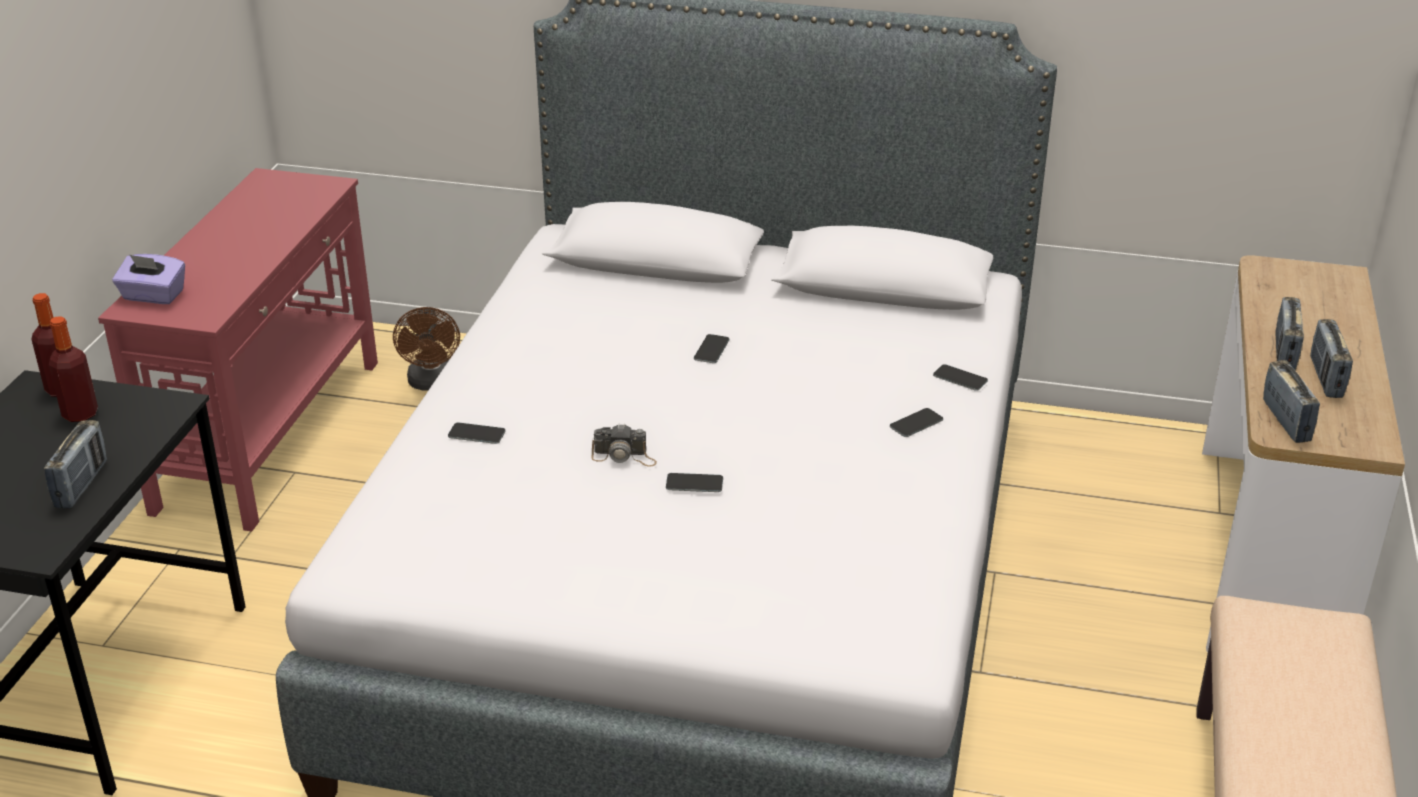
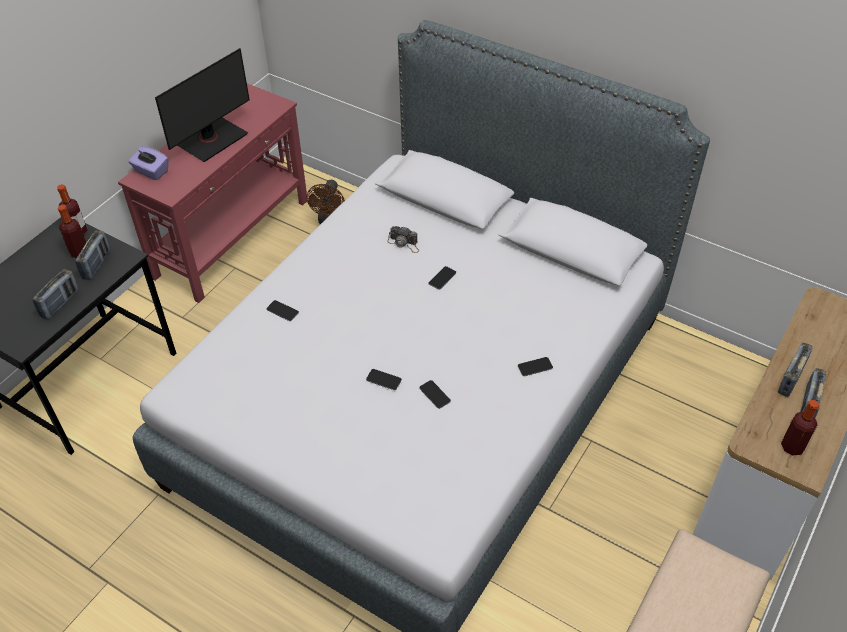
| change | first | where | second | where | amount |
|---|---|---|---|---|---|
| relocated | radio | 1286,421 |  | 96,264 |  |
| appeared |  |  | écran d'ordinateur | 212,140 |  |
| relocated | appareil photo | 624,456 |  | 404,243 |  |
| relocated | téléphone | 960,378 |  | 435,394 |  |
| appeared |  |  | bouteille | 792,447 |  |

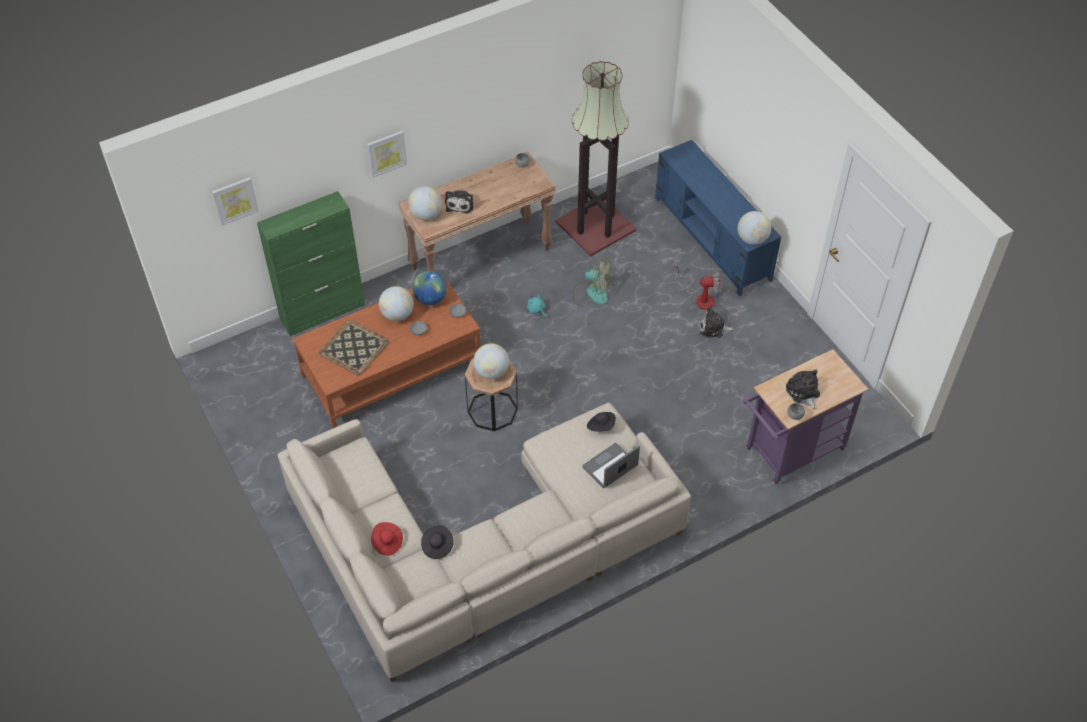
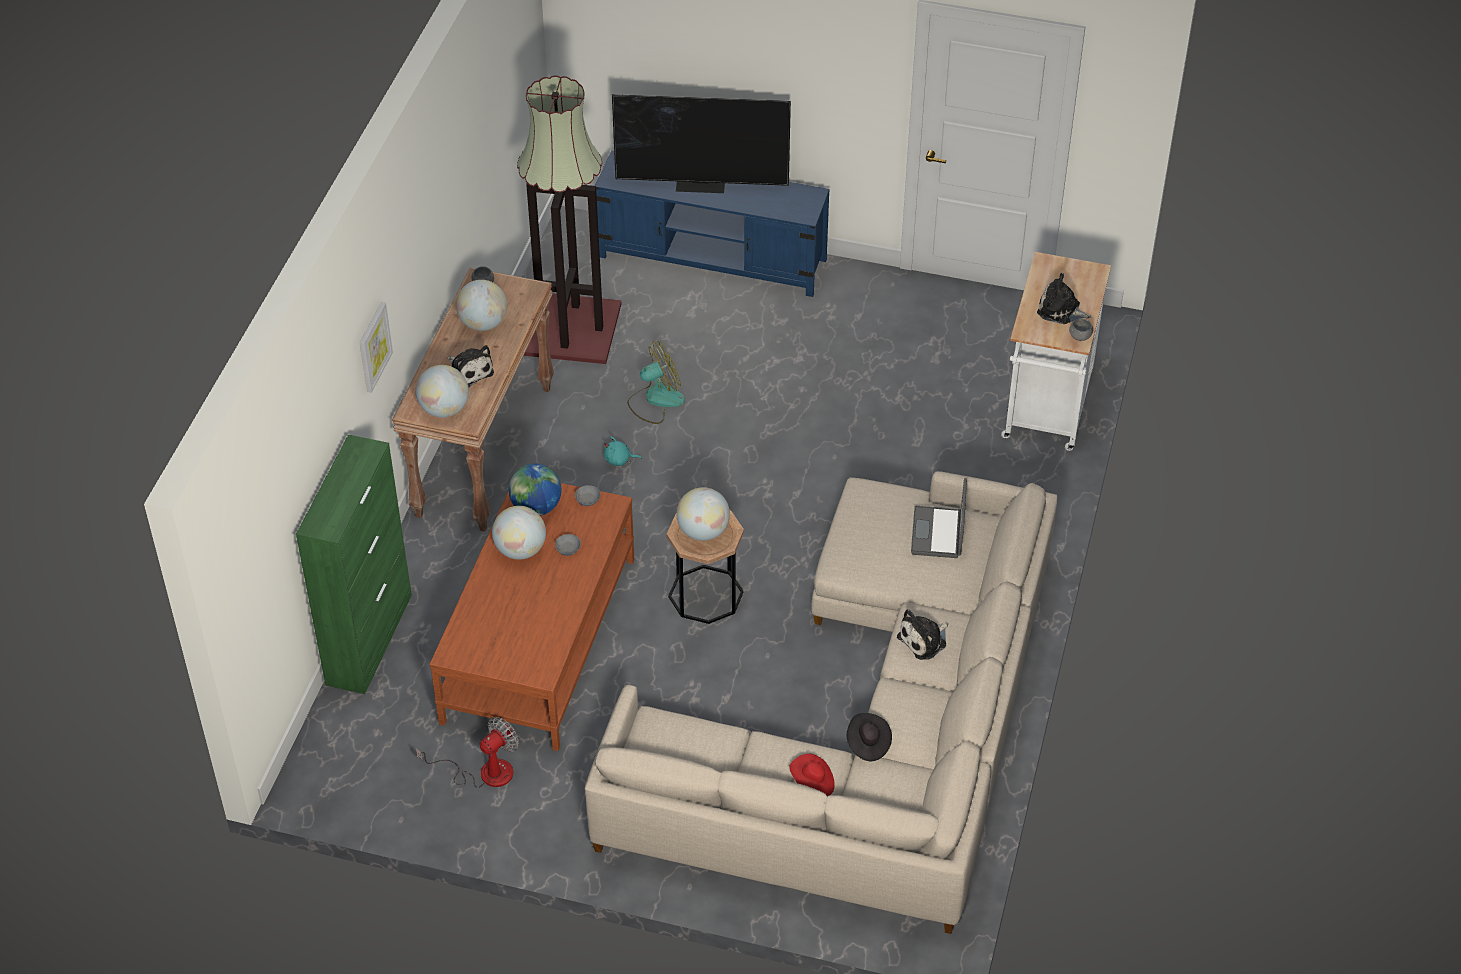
| change | first | where | second | where | amount |
|---|---|---|---|---|---|
| relocated | ventilateur | 700,297 |  | 484,772 |  |
| relocated | globe | 752,239 |  | 483,323 |  |
| appeared |  |  | téléviseur | 701,183 |  |
| relocated | peluche | 714,328 |  | 924,640 |  |
| colour | chariot/violet | 789,452 | chariot/blanc | 1046,411 |  |
| missing | tableau | 235,200 |  |  |  |
| missing | plateau | 354,348 |  |  |  |
| missing | chapeau/noir | 601,426 |  |  |  |

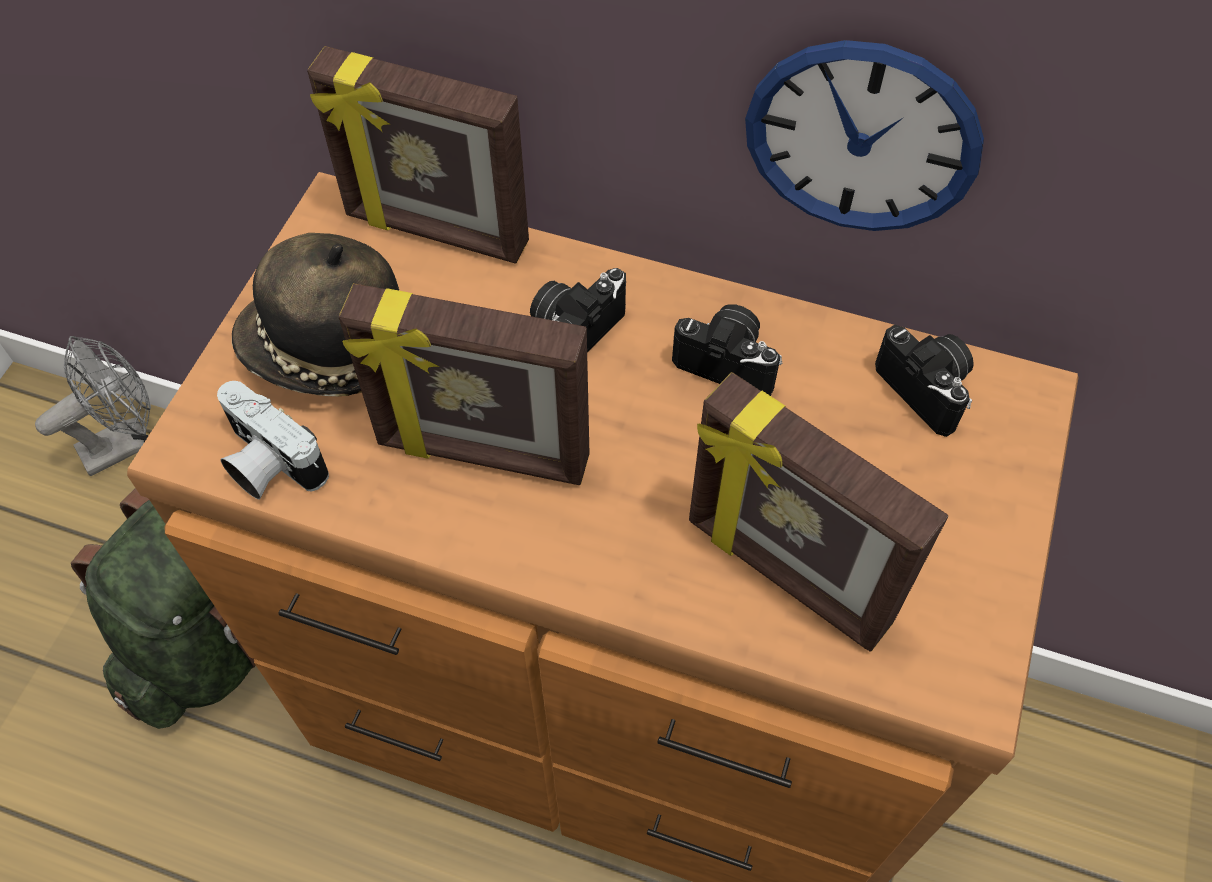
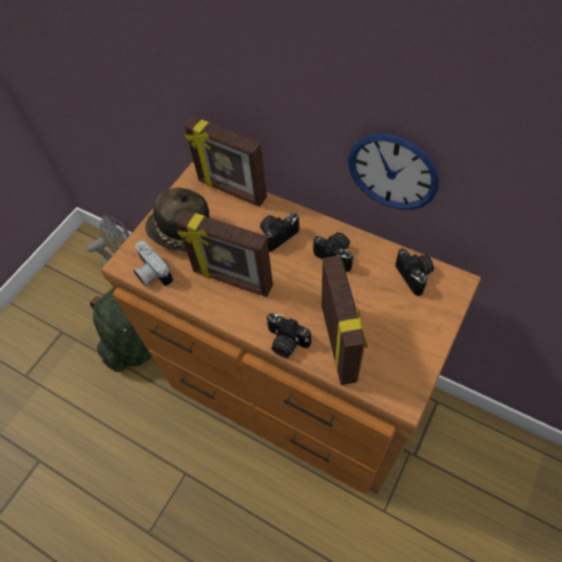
| change | first | where | second | where | amount |
|---|---|---|---|---|---|
| appeared |  |  | appareil photo | 285,342 |  |
| spun | cadre photo | 785,575 |  | 340,342 | 150 degrees counterclockwise |

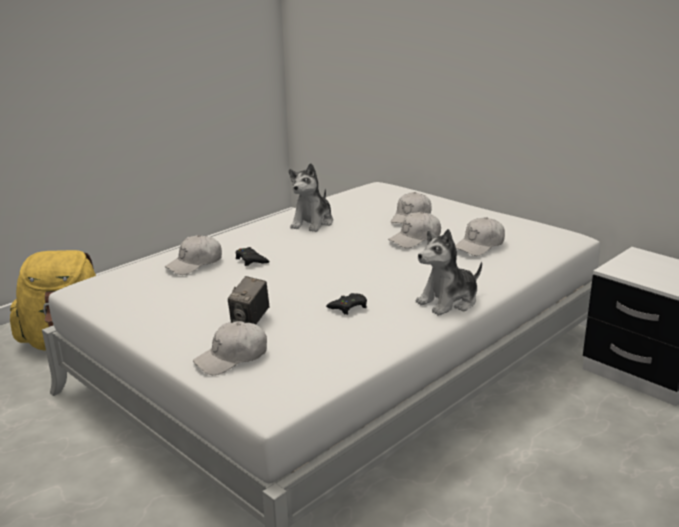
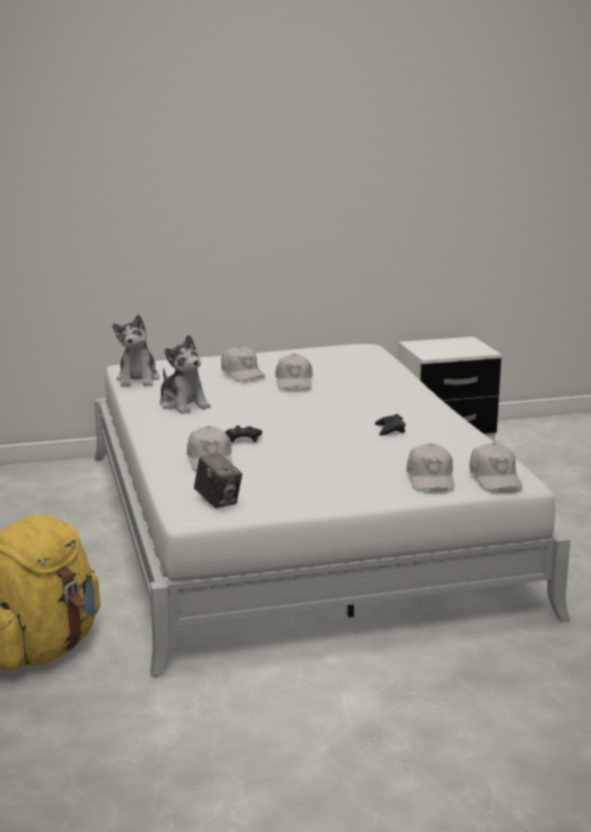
| change | first | where | second | where | amount |
|---|---|---|---|---|---|
| relocated | peluche | 449,302 |  | 138,379 |  |
| relocated | appareil photo | 250,321 |  | 218,501 |  |
| relocated | casquette/blanc | 480,246 |  | 495,478 |  |

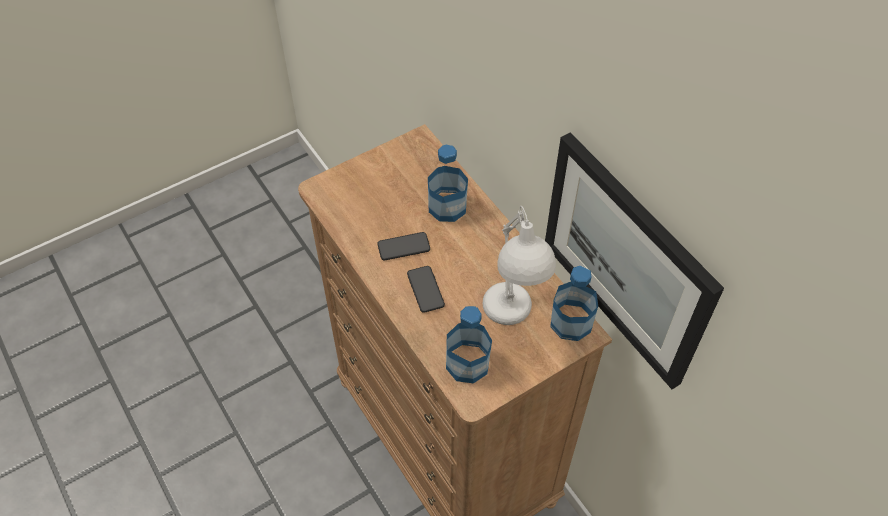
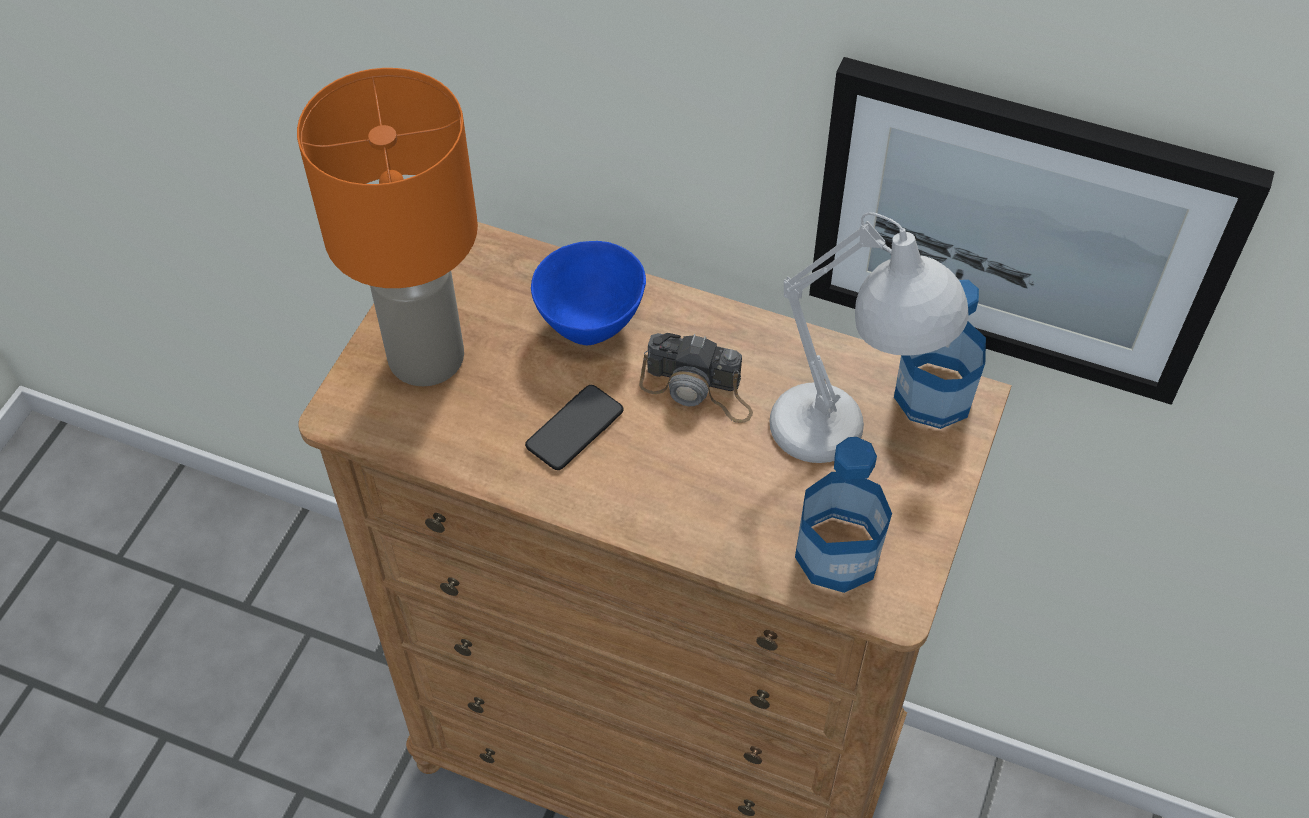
| change | first | where | second | where | amount |
|---|---|---|---|---|---|
| appeared |  |  | lampe de table/orange | 428,358 |  |
| exchanged | bouteille | 447,206 | bol/bleu | 590,323 |  |
| appeared |  |  | appareil photo | 698,389 |  |
| missing | téléphone | 425,289 |  |  |  |

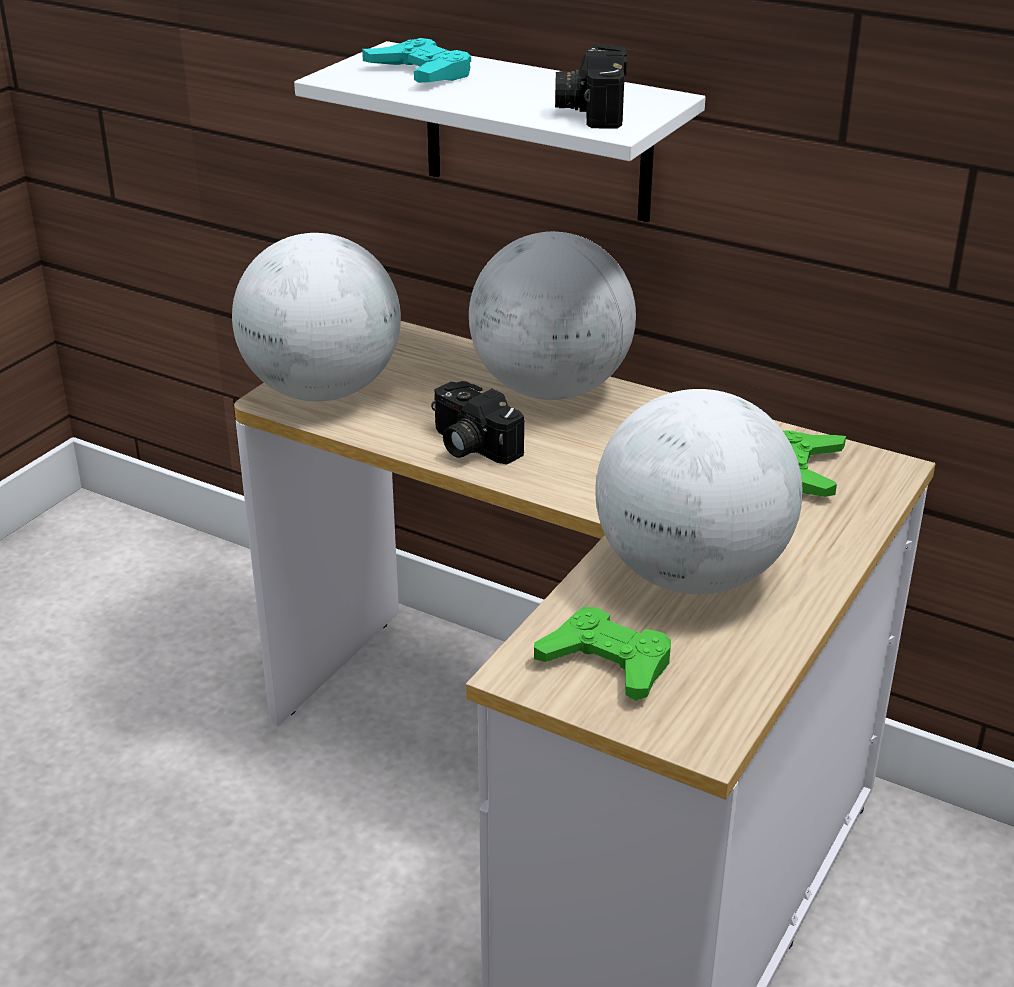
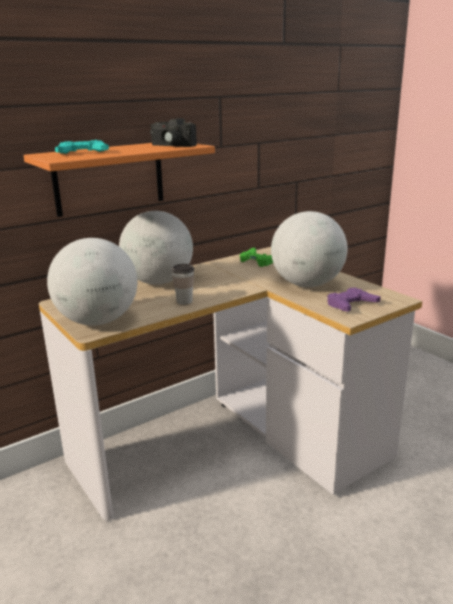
| change | first | where | second | where | amount |
|---|---|---|---|---|---|
| colour | étagère/blanc | 537,133 | étagère/orange | 109,178 |  |
| exchanged | appareil photo | 469,446 | tasse | 184,301 |  |
| colour | manette/vert | 607,663 | manette/violet | 351,304 |  |

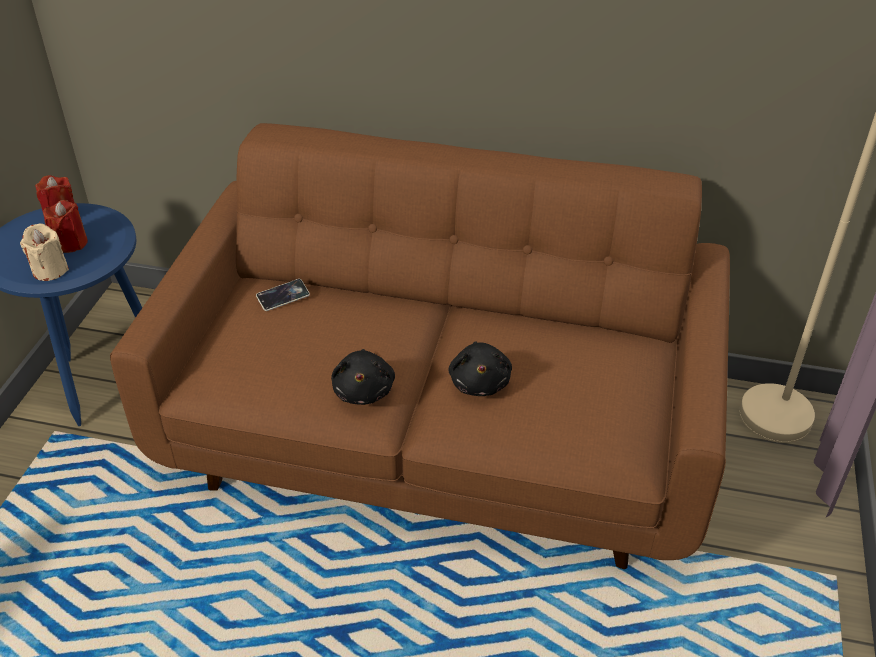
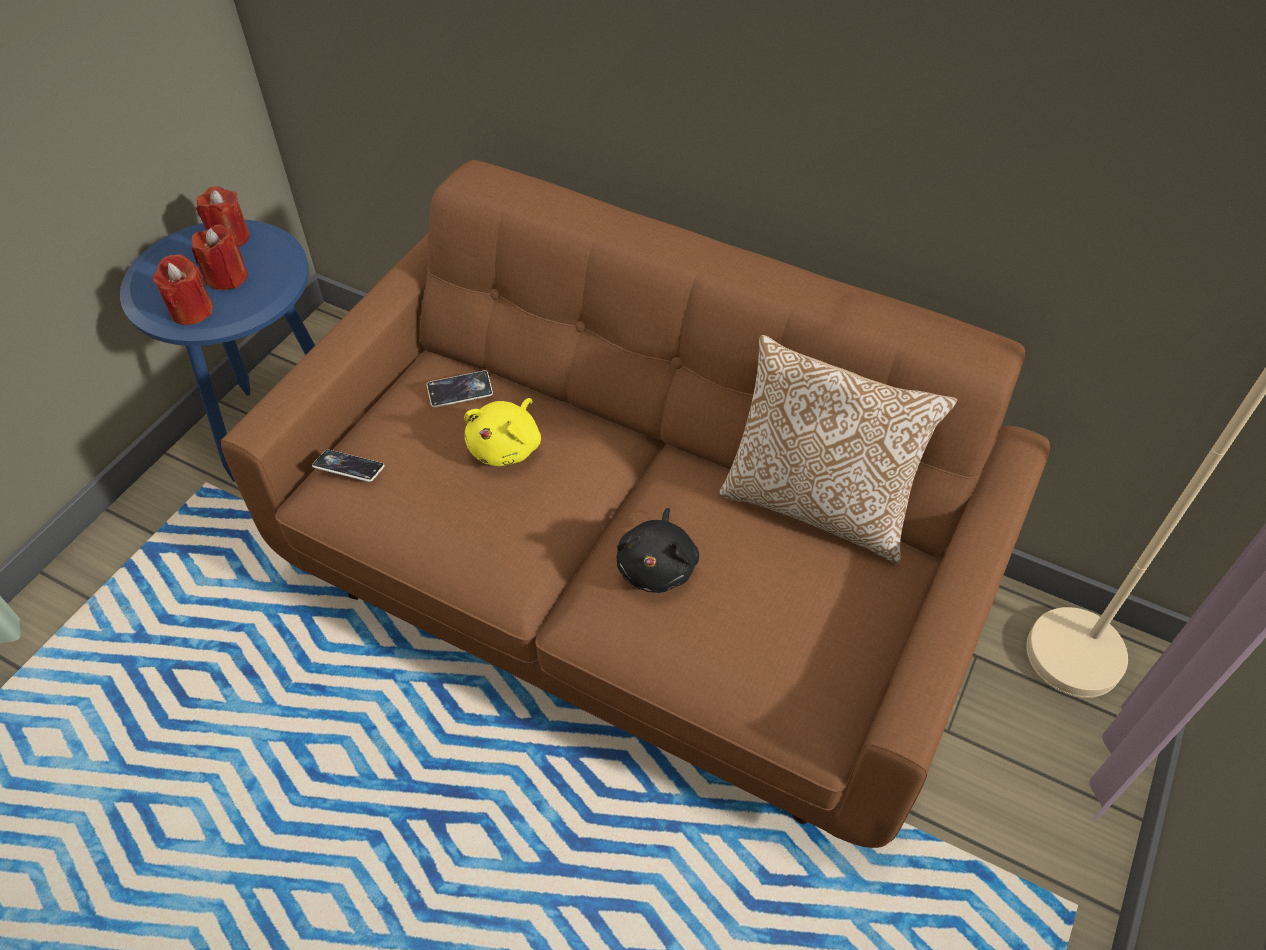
| change | first | where | second | where | amount |
|---|---|---|---|---|---|
| colour | bougie/beige | 50,270 | bougie/rouge | 192,311 |  |
| appeared |  |  | téléphone | 349,468 |  |
| appeared |  |  | peluche/jaune | 507,446 |  |
| appeared |  |  | coussin | 817,505 |  |
| missing | peluche/noir | 364,390 |  |  |  |

